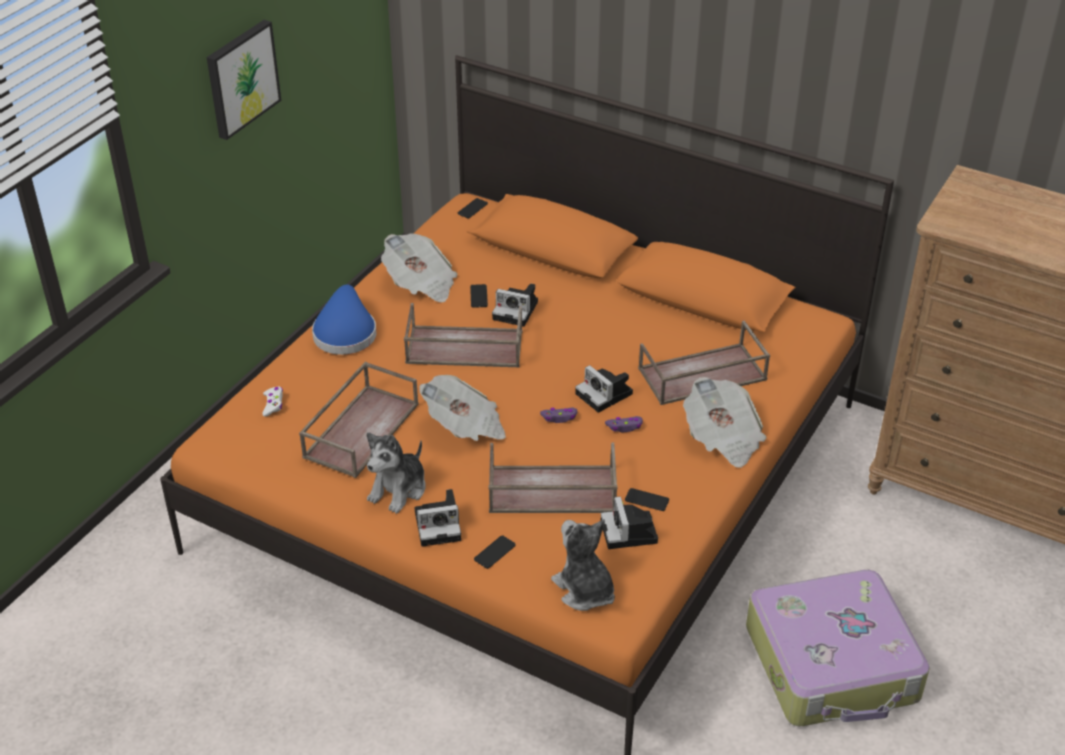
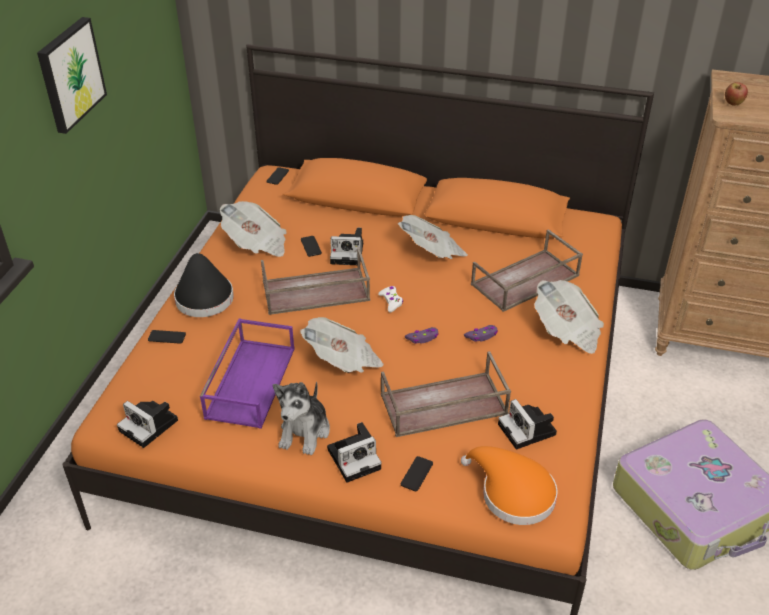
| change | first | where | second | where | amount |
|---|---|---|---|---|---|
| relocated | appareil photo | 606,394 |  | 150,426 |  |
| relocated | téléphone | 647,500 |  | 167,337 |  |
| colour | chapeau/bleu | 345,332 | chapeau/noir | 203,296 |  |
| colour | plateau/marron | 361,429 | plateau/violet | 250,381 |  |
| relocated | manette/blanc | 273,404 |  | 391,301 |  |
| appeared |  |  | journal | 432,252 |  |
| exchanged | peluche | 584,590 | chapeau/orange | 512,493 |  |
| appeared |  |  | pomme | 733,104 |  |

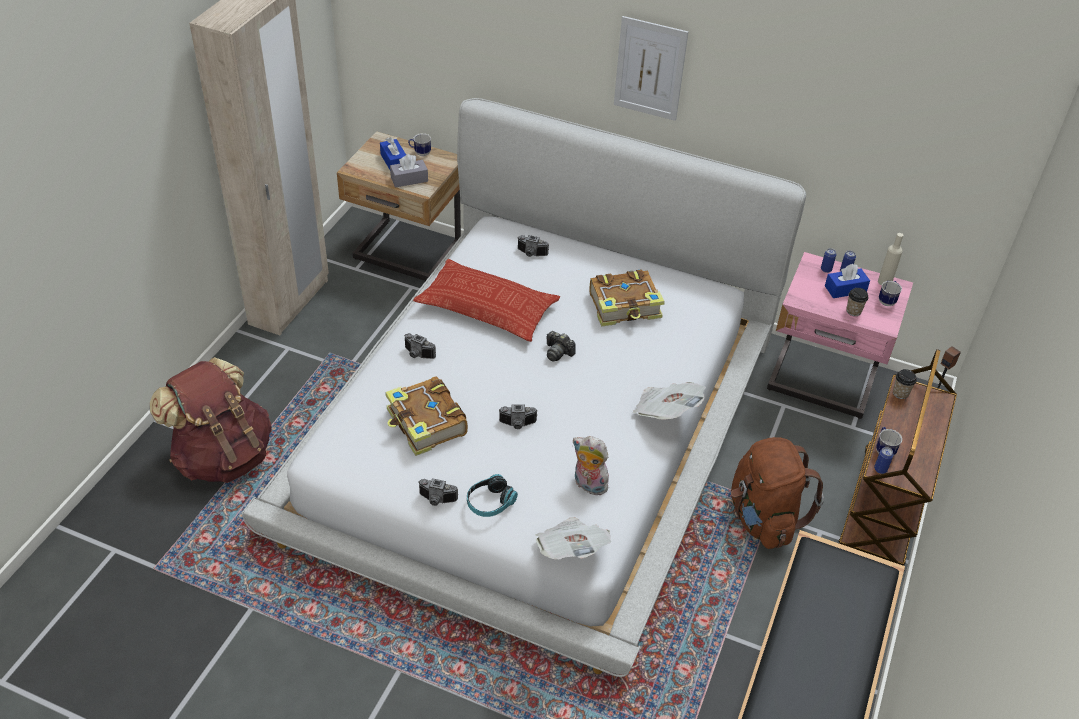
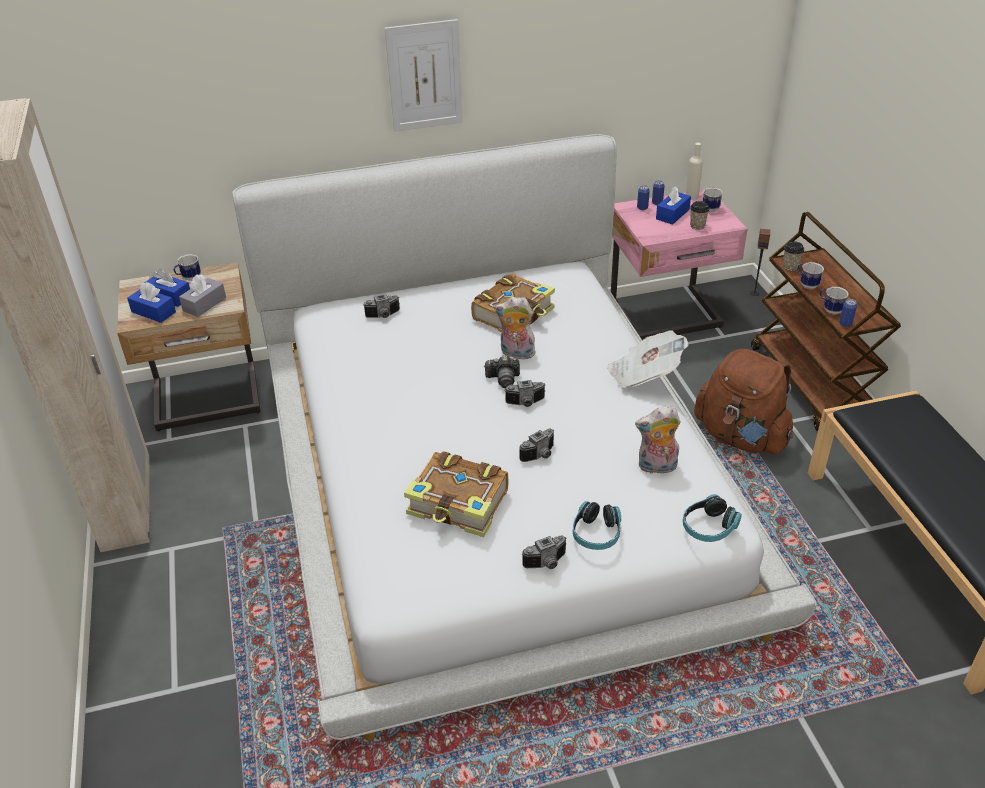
| change | first | where | second | where | amount |
|---|---|---|---|---|---|
| appeared |  |  | boîte à mouchoirs/bleu | 153,312 |  |
| appeared |  |  | peluche | 516,354 |  |
| relocated | appareil photo | 417,355 |  | 526,403 |  |
| exchanged | journal | 571,550 | casque audio | 709,527 |  |
| appeared |  |  | mug | 806,284 |  |
| missing | sac à dos/marron | 223,456 |  |  |  |
| missing | coussin | 487,307 |  |  |  |

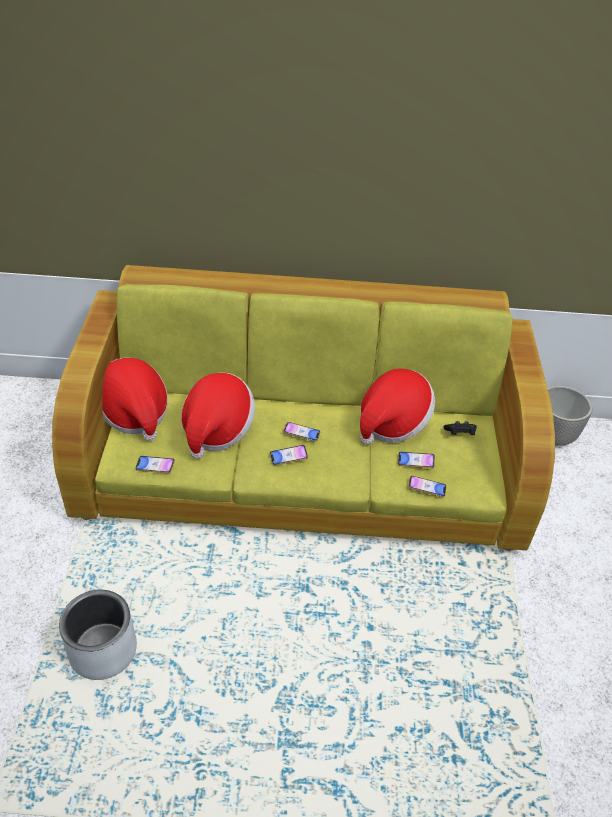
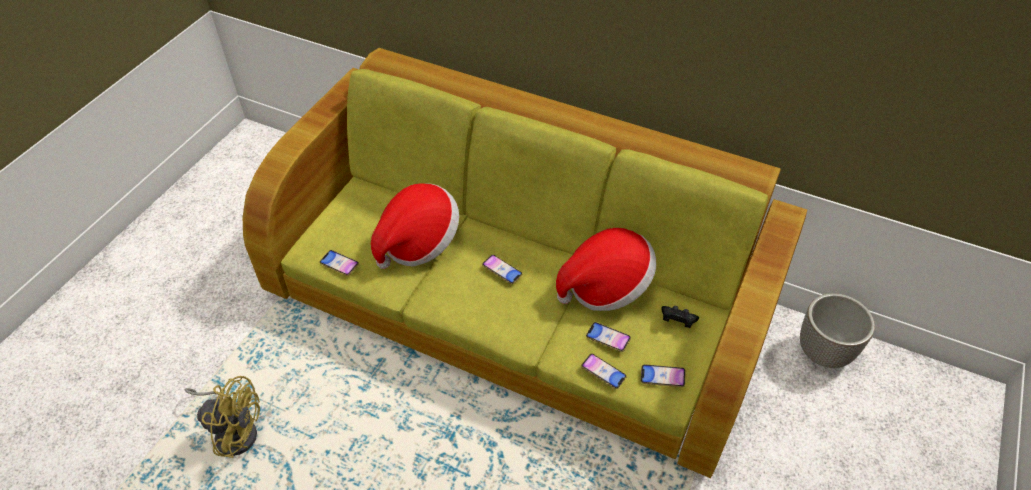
| change | first | where | second | where | amount |
|---|---|---|---|---|---|
| exchanged | cache-pot/gris | 102,650 | ventilateur/jaune | 234,430 |  |
| relocated | téléphone | 288,457 |  | 662,377 |  |
| missing | chapeau | 134,413 |  |  |  |

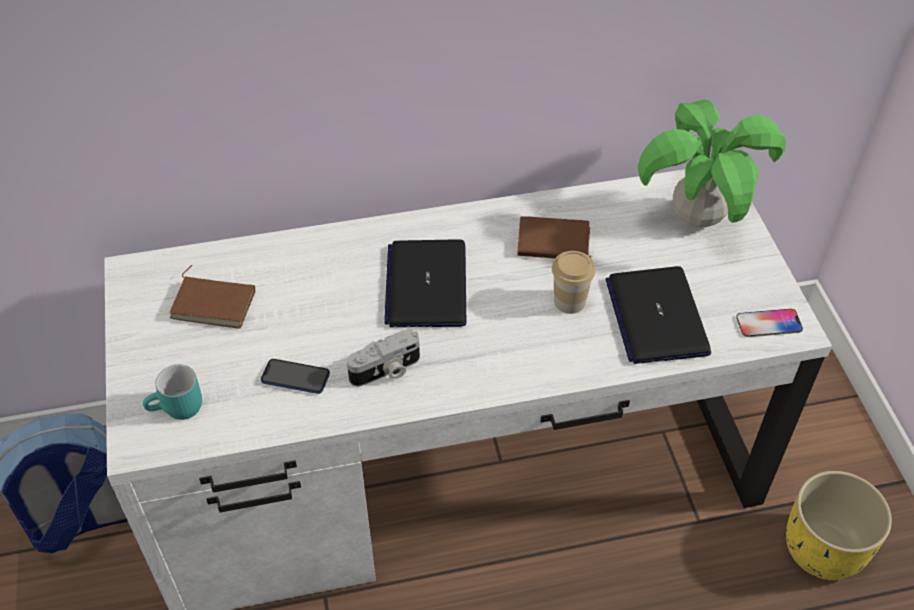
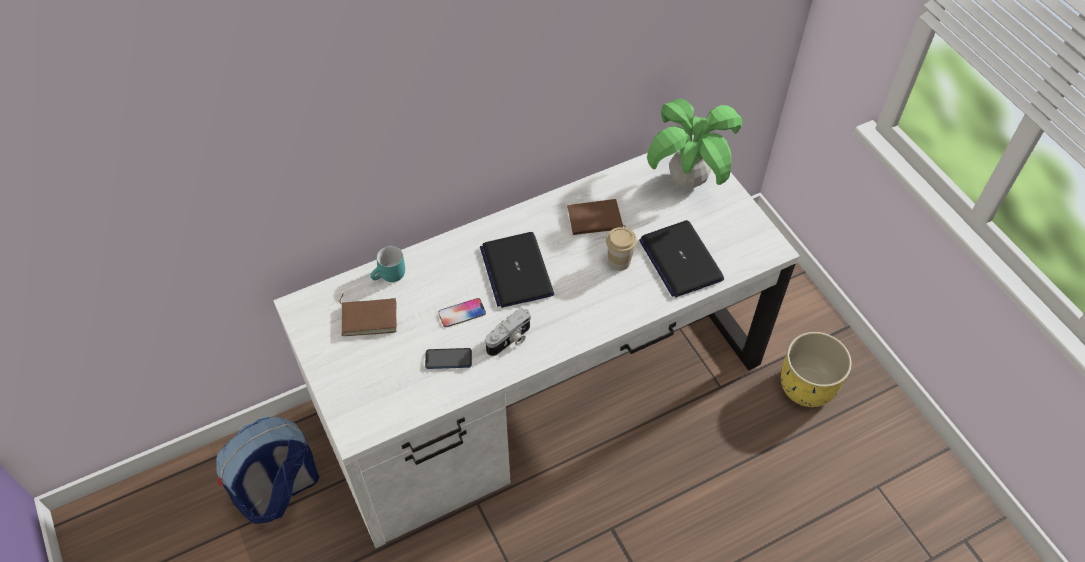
| change | first | where | second | where | amount |
|---|---|---|---|---|---|
| relocated | mug/turquoise | 178,410 |  | 390,276 |  |
| relocated | téléphone | 768,324 |  | 462,313 |  |

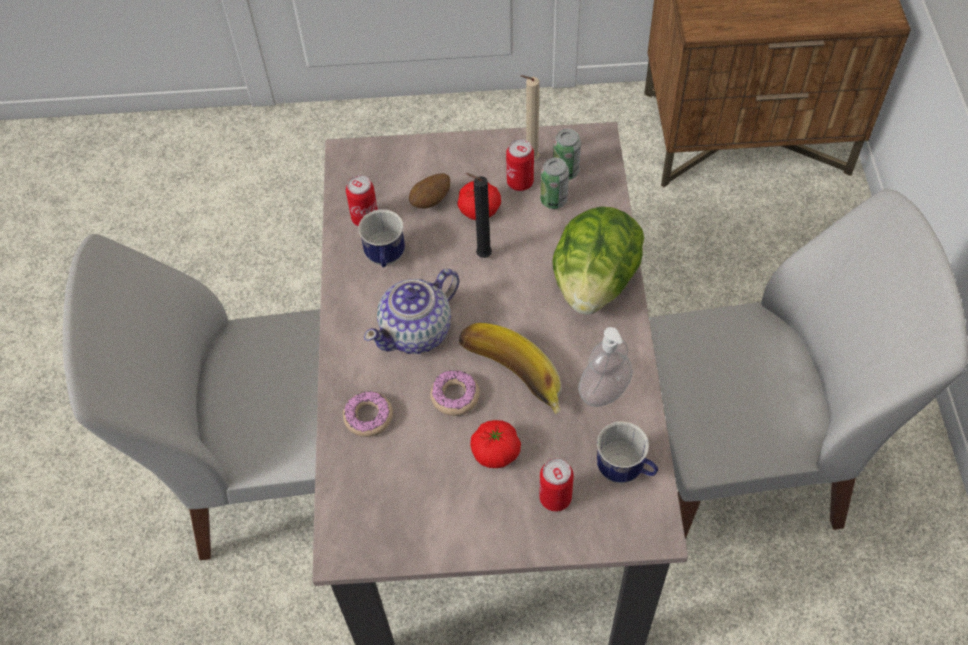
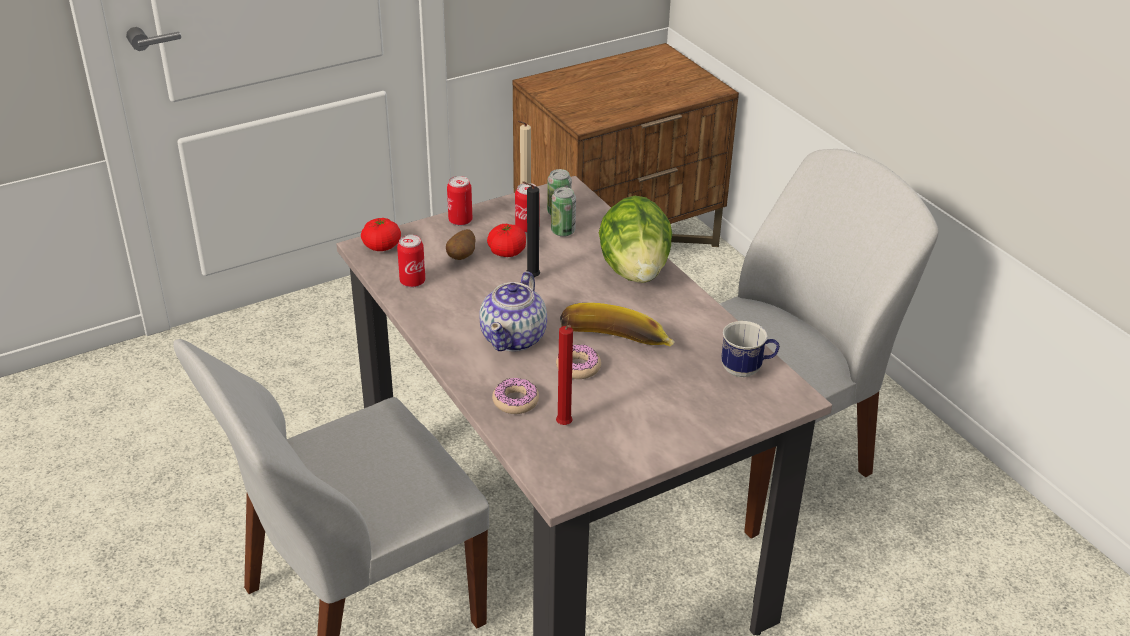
| change | first | where | second | where | amount |
|---|---|---|---|---|---|
| relocated | tomate | 496,452 |  | 381,246 |  |
| relocated | boîte métallique | 555,498 |  | 460,221 |  |
| appeared |  |  | bougie/rouge | 564,426 |  |
| missing | mug | 385,259 |  |  |  |
| missing | distributeur de savon | 604,390 |  |  |  |

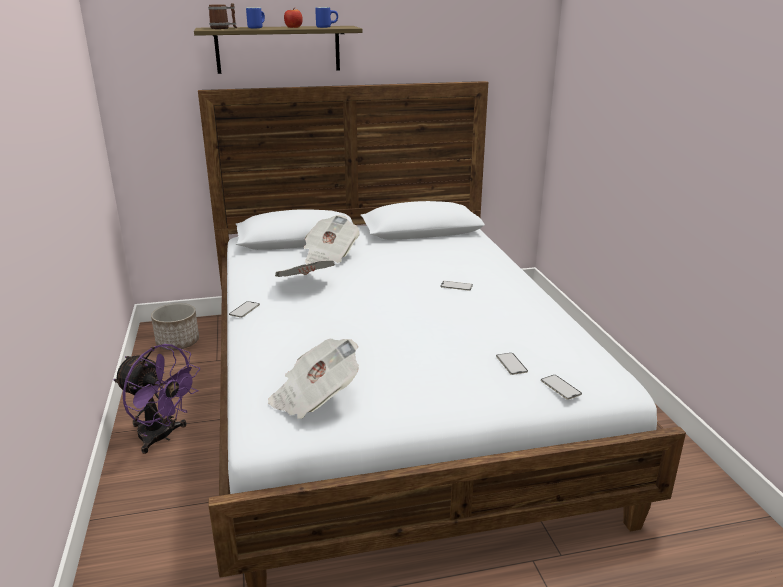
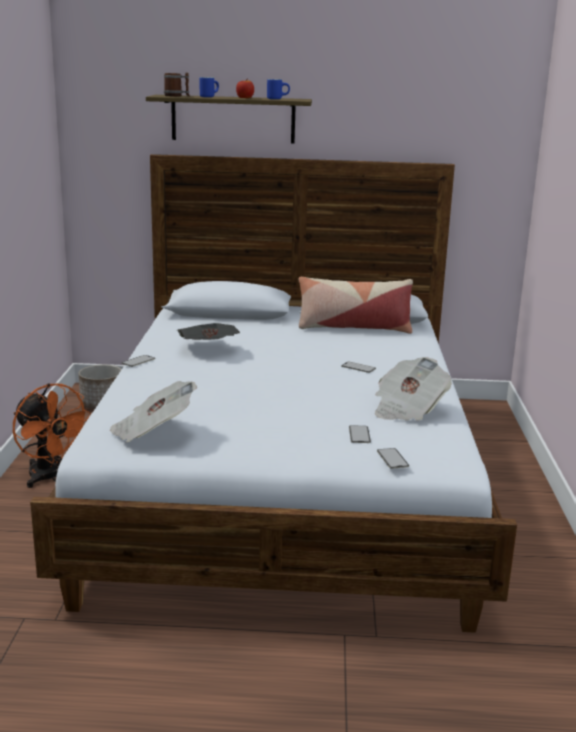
| change | first | where | second | where | amount |
|---|---|---|---|---|---|
| colour | ventilateur/violet | 162,437 | ventilateur/orange | 50,477 |  |
| appeared |  |  | coussin | 353,327 |  |
| relocated | journal | 329,255 |  | 407,409 |  |

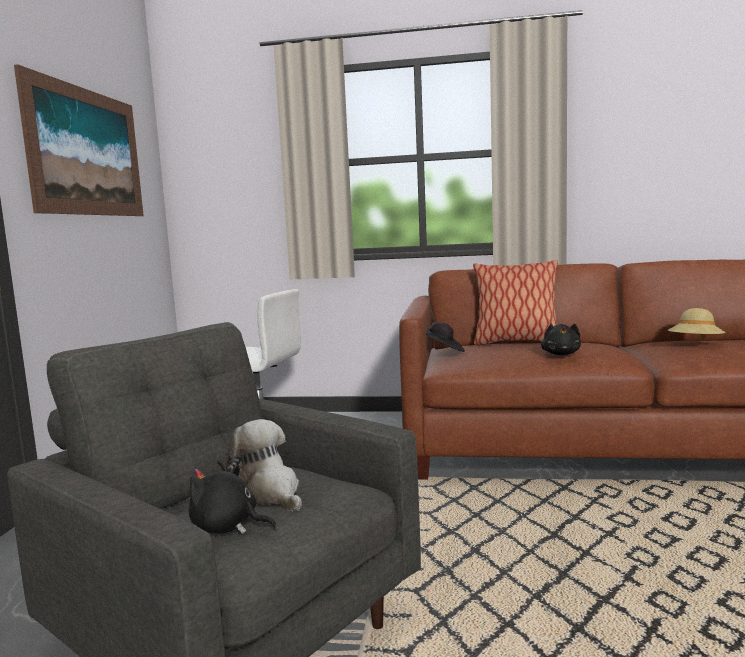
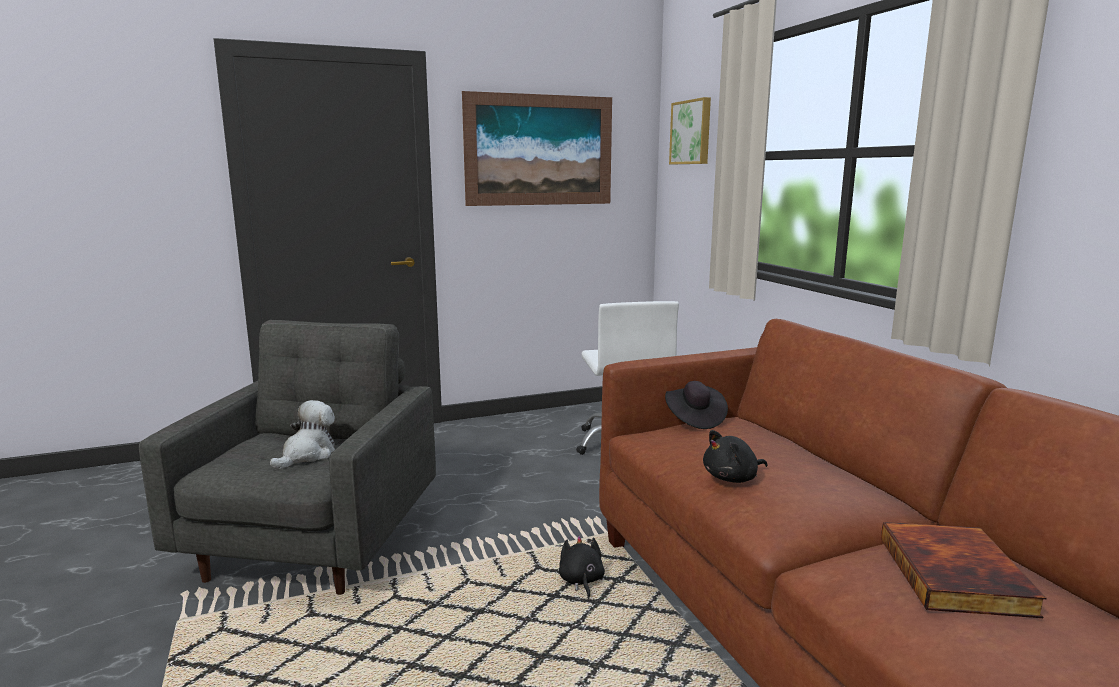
| change | first | where | second | where | amount |
|---|---|---|---|---|---|
| relocated | peluche/noir | 228,527 |  | 581,581 |  |
| appeared |  |  | tableau | 692,132 |  |
| exchanged | chapeau/beige | 695,344 | livre | 957,575 |  |
| missing | coussin | 515,343 |  |  |  |

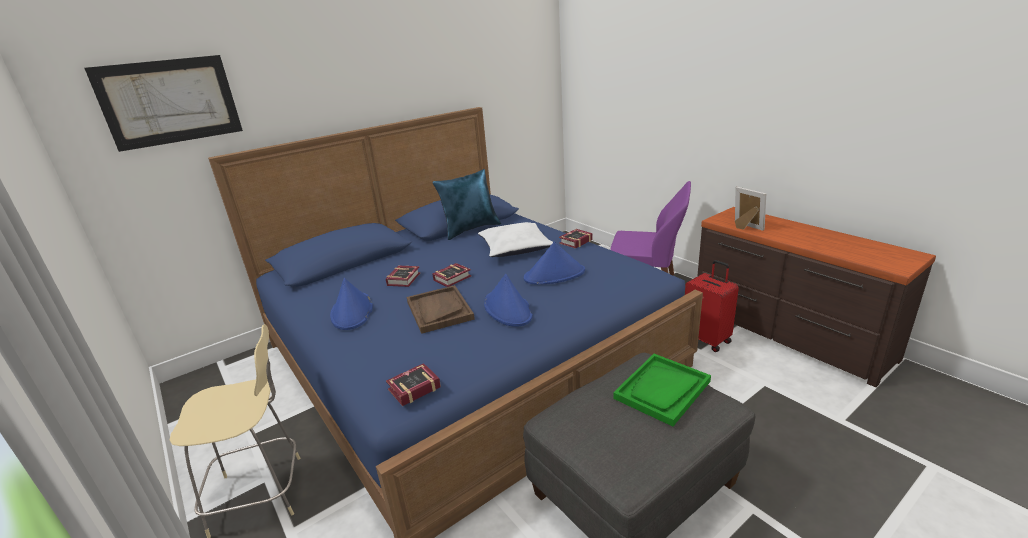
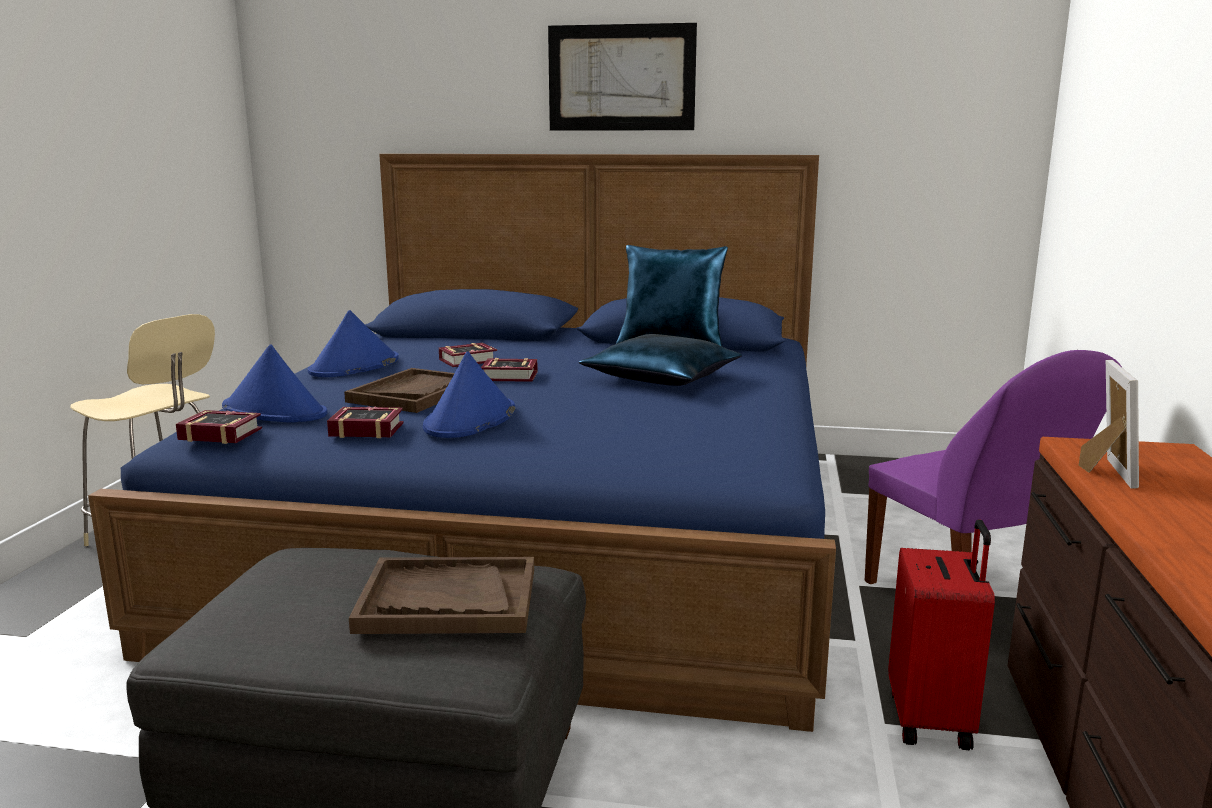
| change | first | where | second | where | amount |
|---|---|---|---|---|---|
| relocated | chapeau/bleu | 555,275 |  | 275,411 |  |
| relocated | livre | 574,242 |  | 364,429 |  |
| colour | plateau/vert | 662,390 | plateau/marron | 447,600 |  |
| relocated | tableau | 170,102 |  | 621,78 |  |
| colour | coussin/blanc | 516,248 | coussin/bleu | 663,378 |  |

